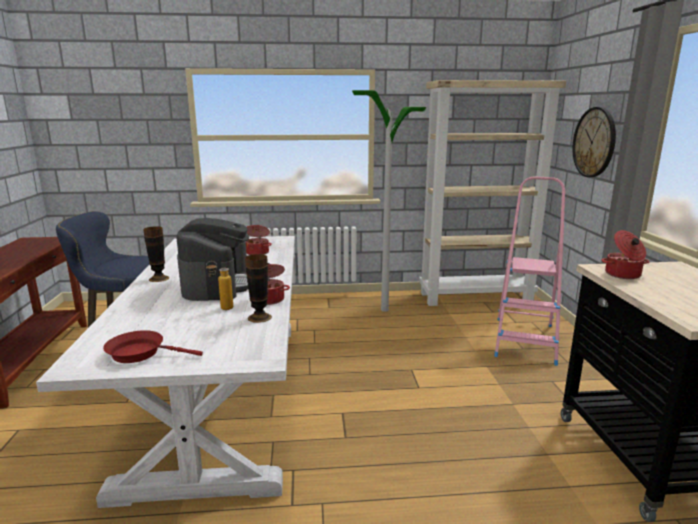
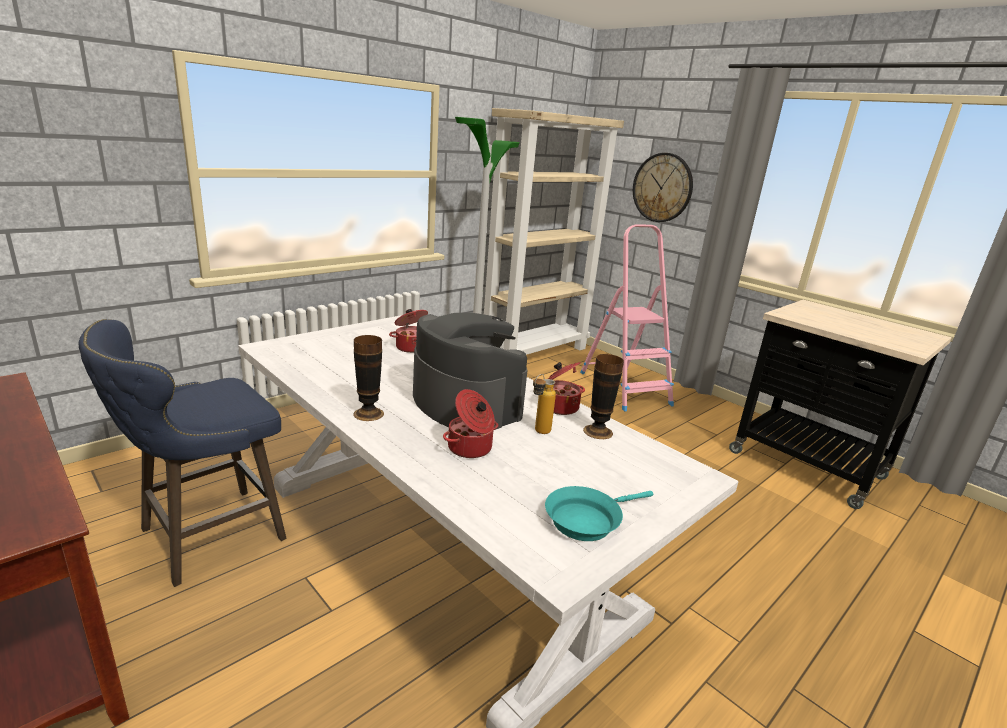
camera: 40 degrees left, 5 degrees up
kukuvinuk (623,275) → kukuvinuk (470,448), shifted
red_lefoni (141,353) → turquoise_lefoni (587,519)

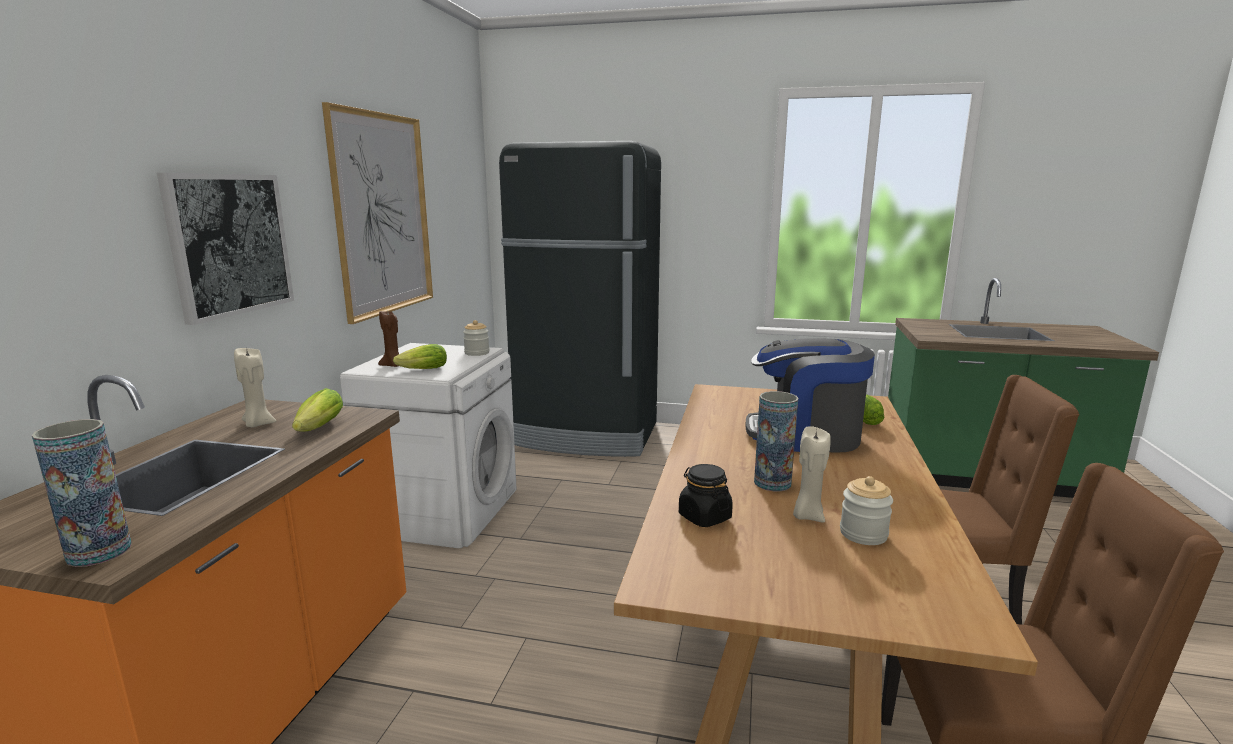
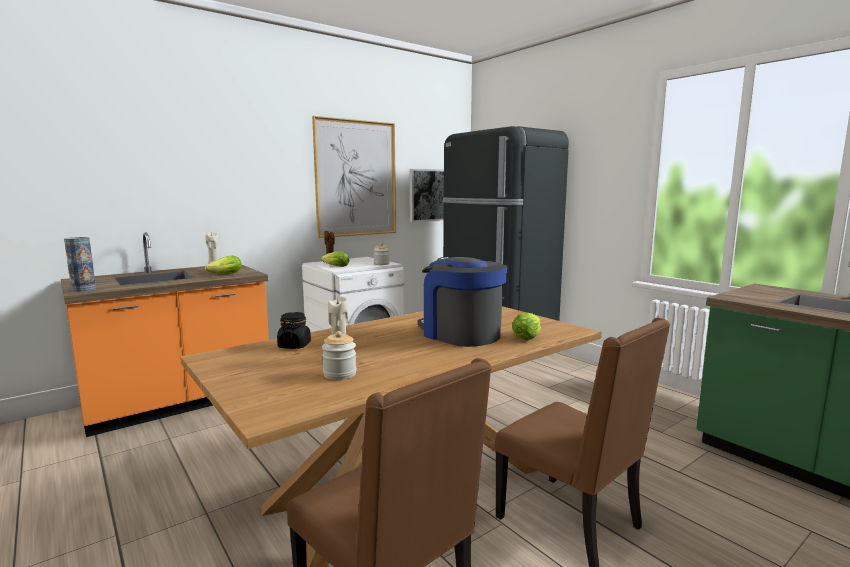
camera: 40 degrees right, 5 degrees down
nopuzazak (229,244) → nopuzazak (430,195), shifted
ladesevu (772,483) → -

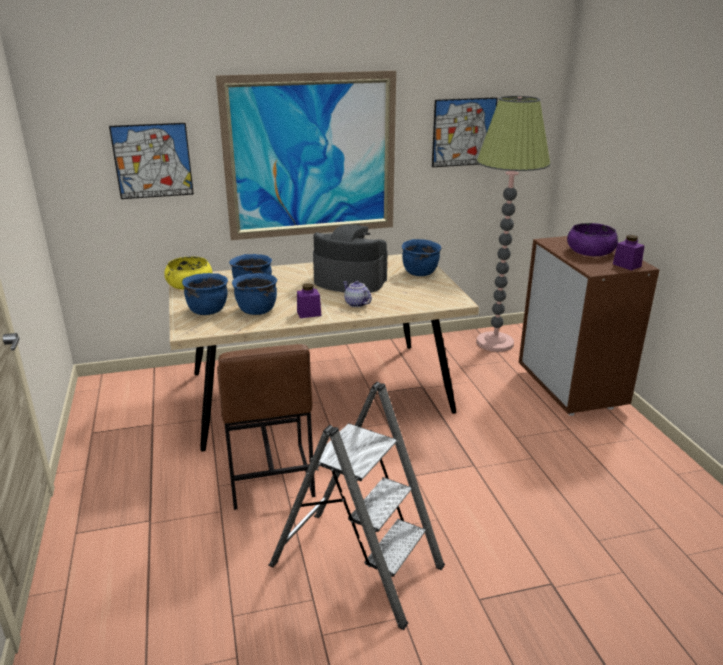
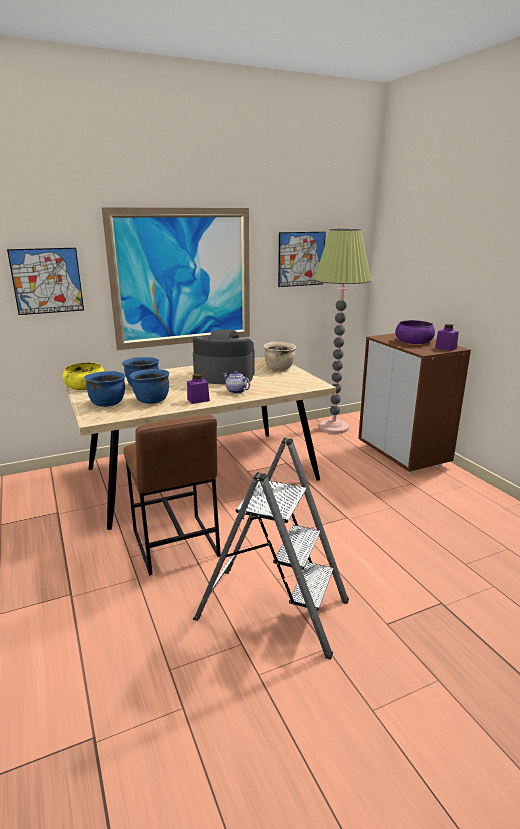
camera: 10 degrees left, 5 degrees down
blue_kukuvinuk (420,273) → beige_kukuvinuk (279,368)

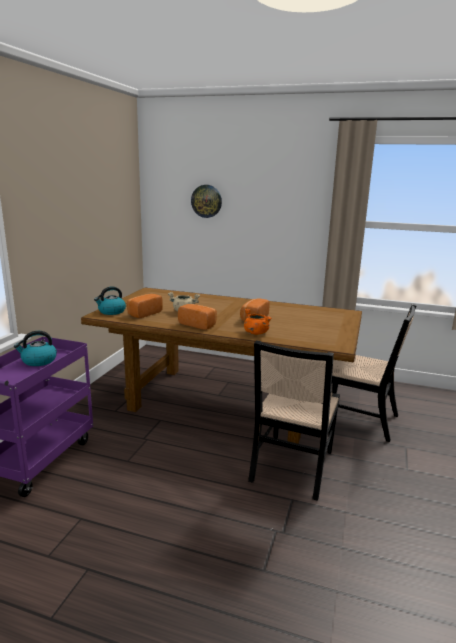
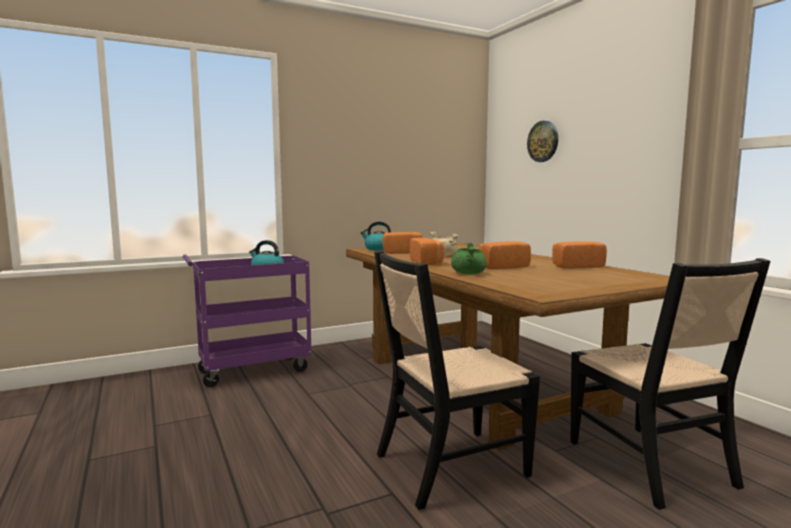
camera: 45 degrees right, 10 degrees down
orange_kukuvinuk (255,333) → green_kukuvinuk (468,273)
- → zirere (576,266)

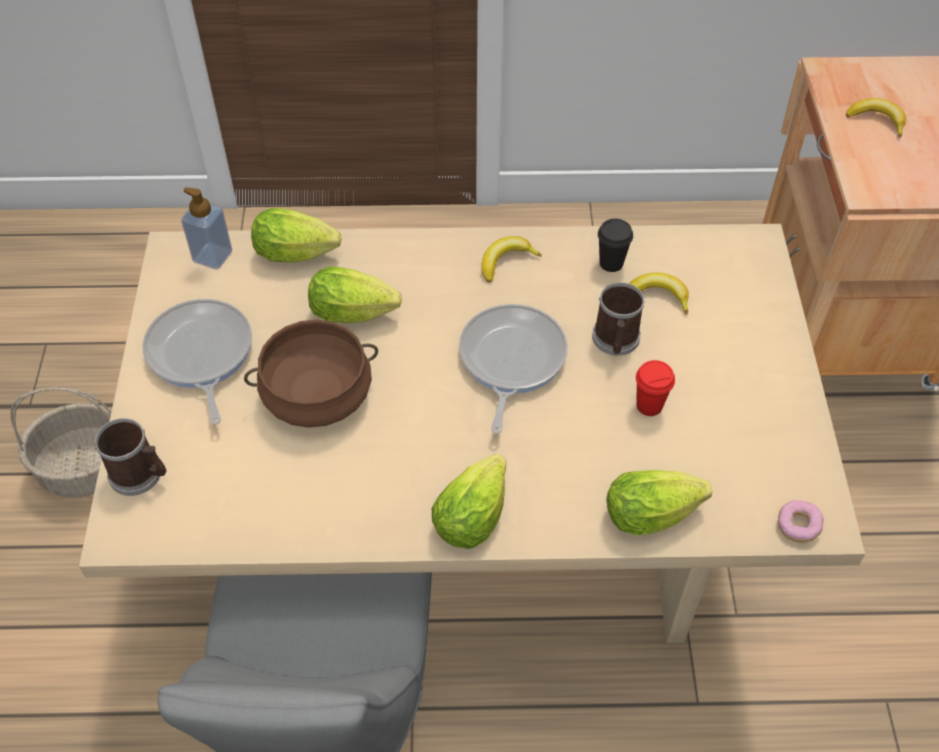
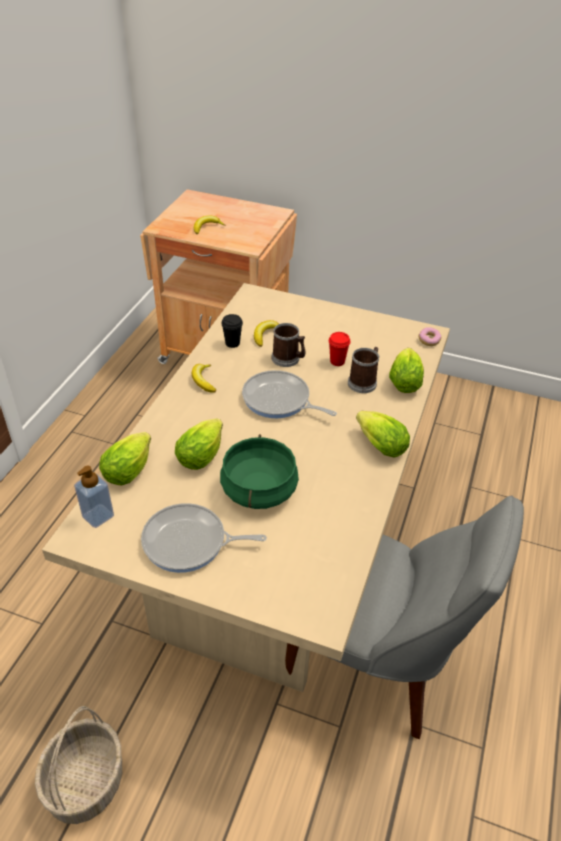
camera: 70 degrees left, 10 degrees down
brown_kukuvinuk (317,394) → green_kukuvinuk (258,489)
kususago (140,475) → kususago (364,382), shifted

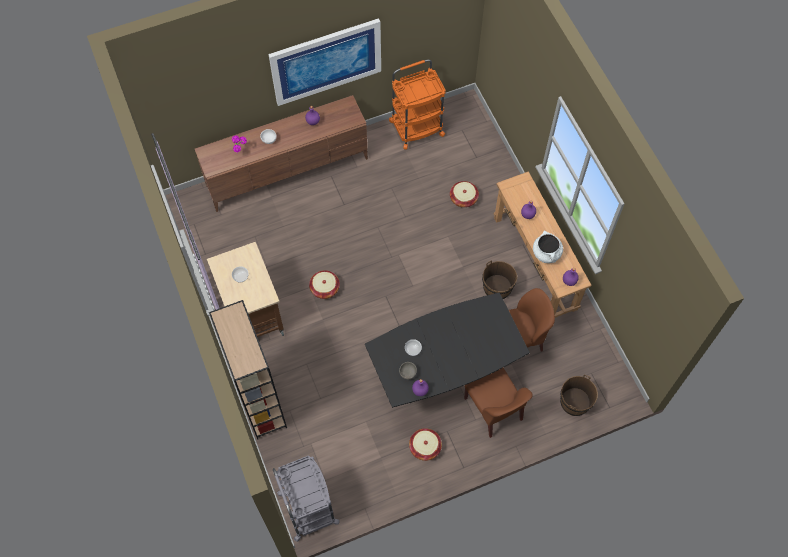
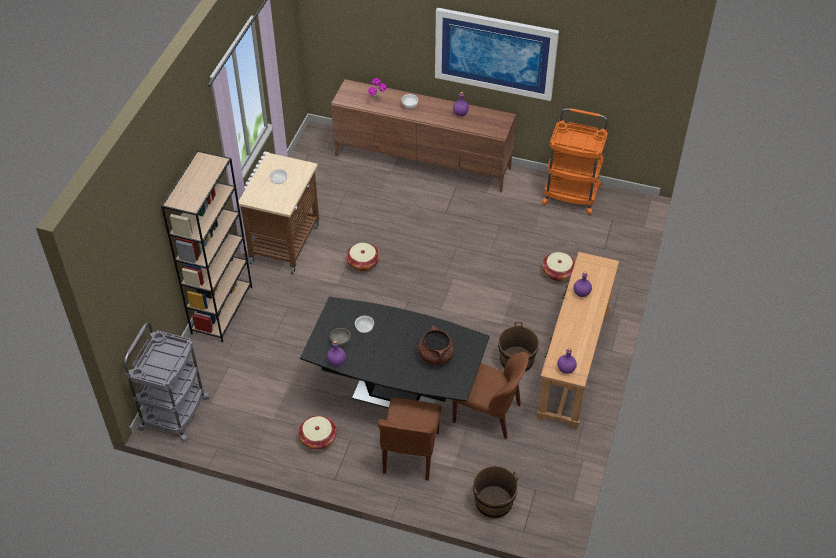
camera: 40 degrees right, 15 degrees down
white_kukuvinuk (546,253) → -
- → brown_kukuvinuk (435,355)

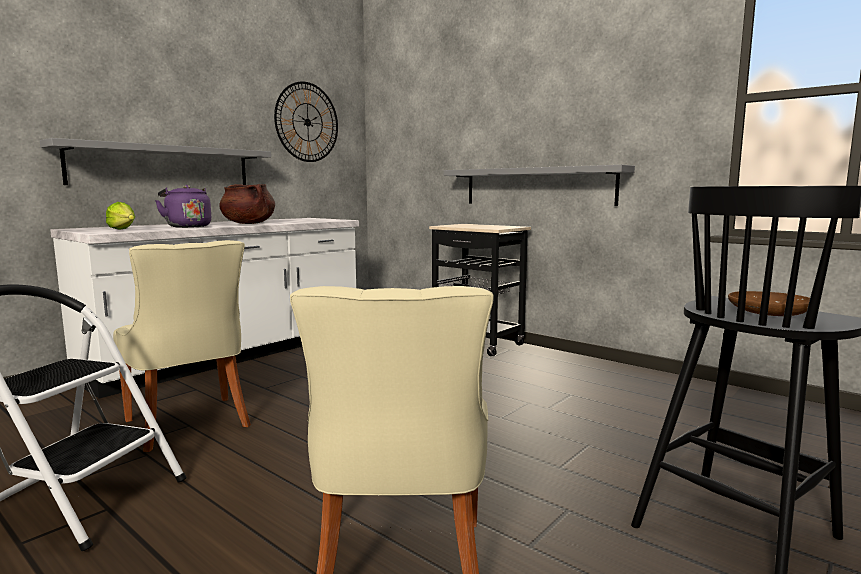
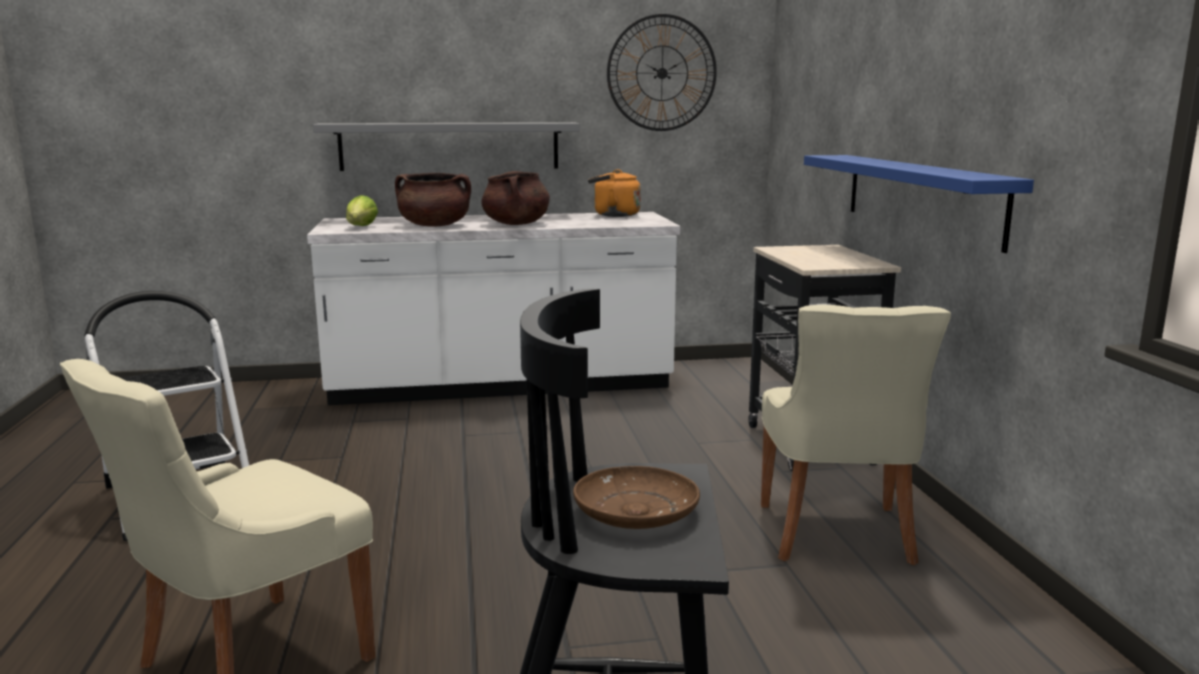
camera: 40 degrees right, 5 degrees up
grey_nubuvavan (537,186) → blue_nubuvavan (920,197)
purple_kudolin (187,226) → brown_kukuvinuk (434,225)
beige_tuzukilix (189,424) → beige_tuzukilix (837,536), shifted
- → orange_kudolin (613,215)

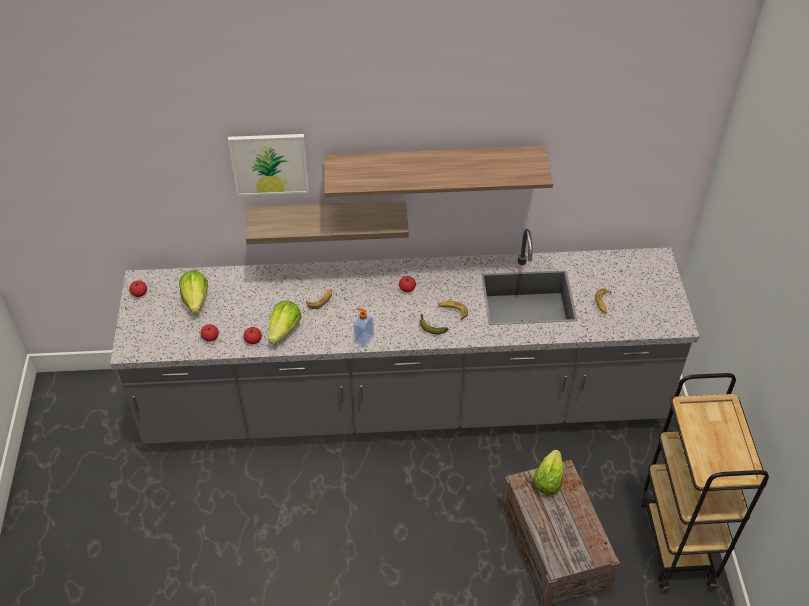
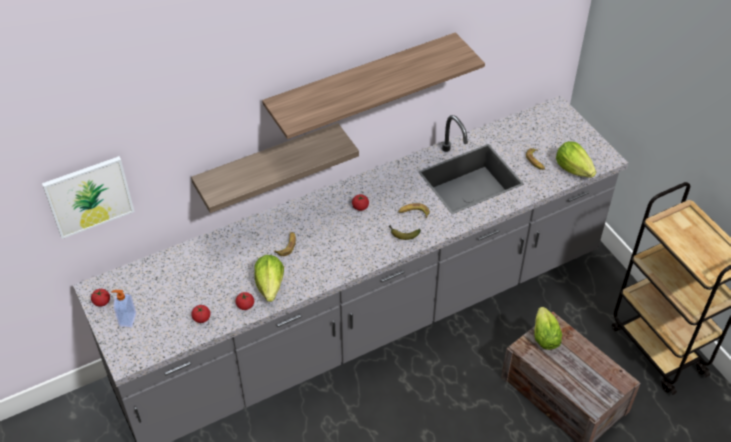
camera: 25 degrees left, 0 degrees up
nopuzazak (269,163) → nopuzazak (89,196), shifted
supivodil (196,300) → supivodil (573,169), shifted
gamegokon (363,339) → gamegokon (127,319), shifted

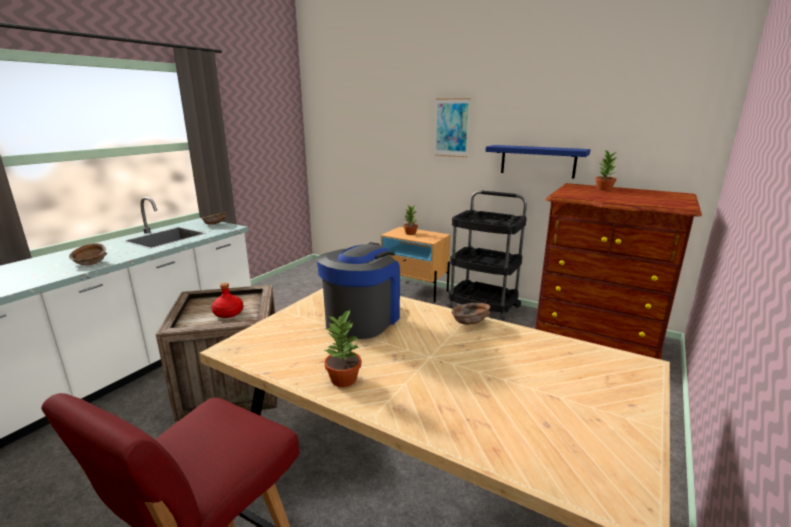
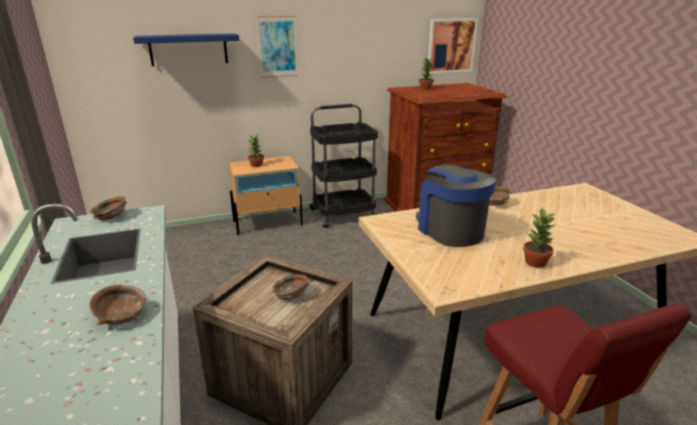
camera: 50 degrees left, 5 degrees up
blue_nubuvavan (537,161) → blue_nubuvavan (188,49), shifted
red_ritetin (228,313) → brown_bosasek (291,295)
- → nopuzazak (451,46)

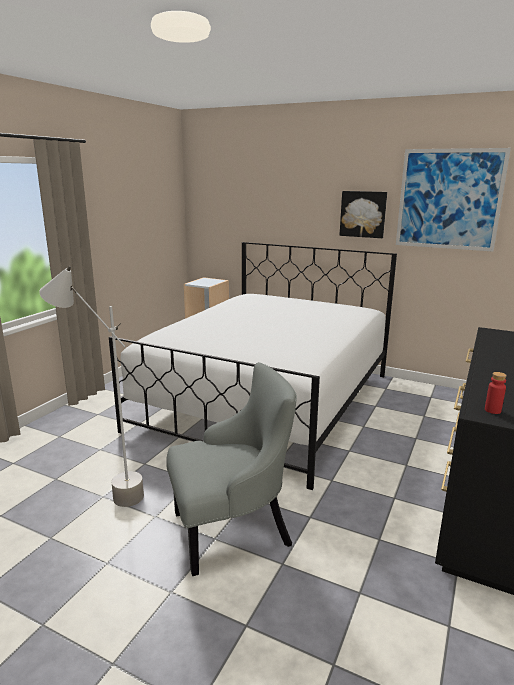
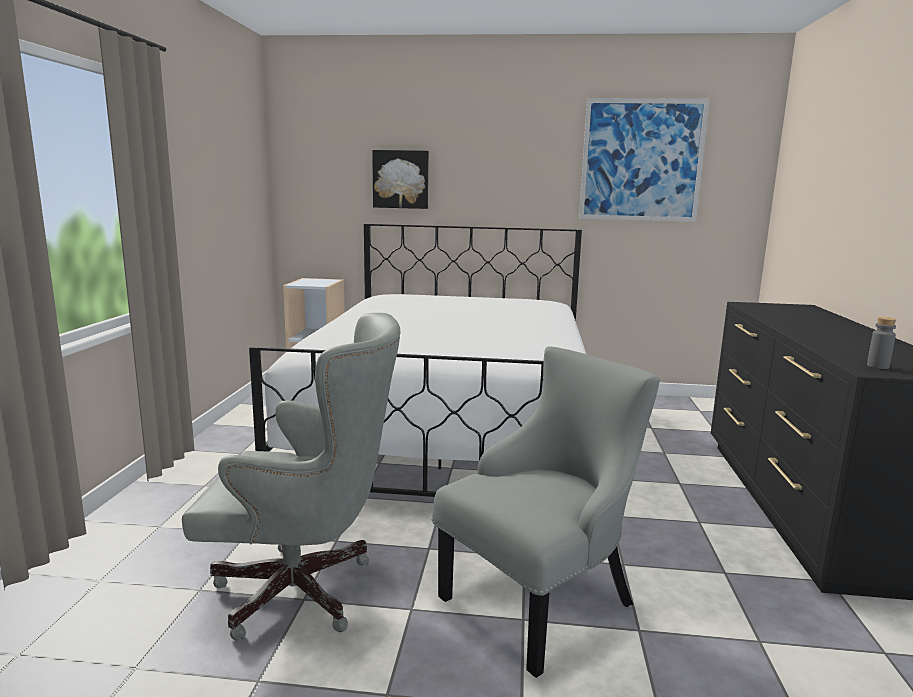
camera: 20 degrees left, 5 degrees down
nopuzazak (363,214) → nopuzazak (401,179), shifted
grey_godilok (106,492) → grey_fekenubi (305,592)
red_ritetin (492,410) → grey_ritetin (877,366)

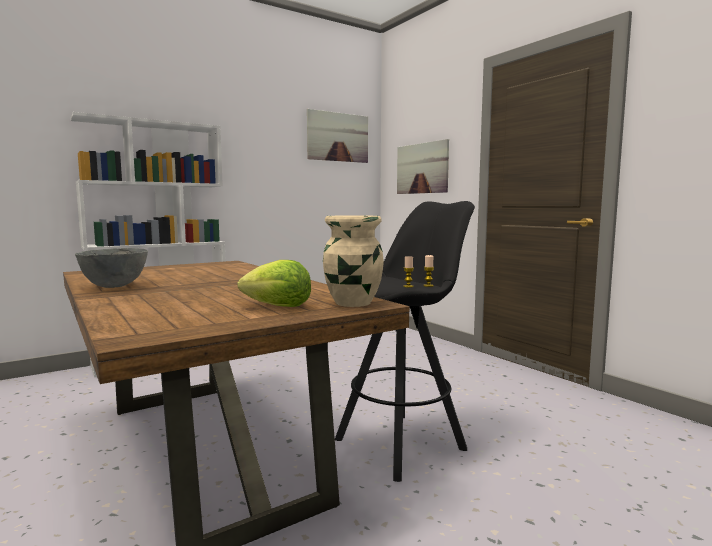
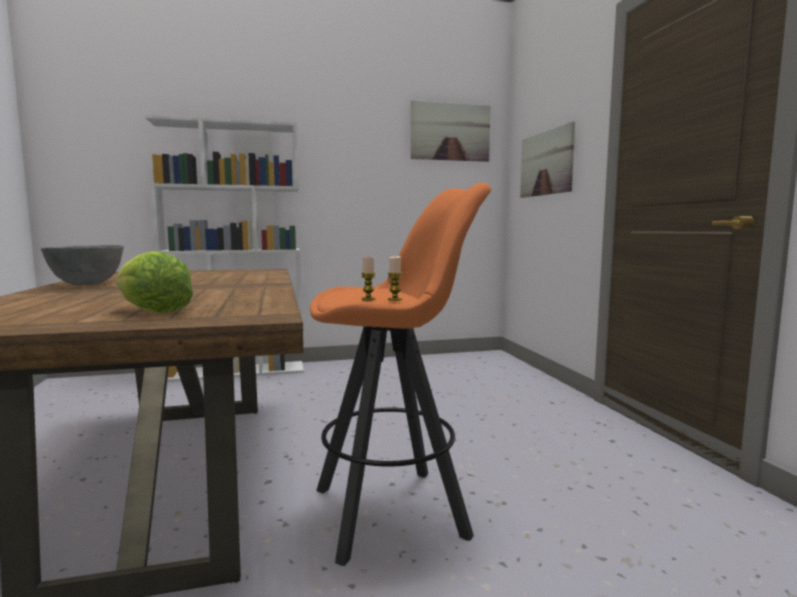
camera: 20 degrees right, 0 degrees up
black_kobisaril (403,443) → orange_kobisaril (394,511)
beige_ladesevu (352,303) → -

